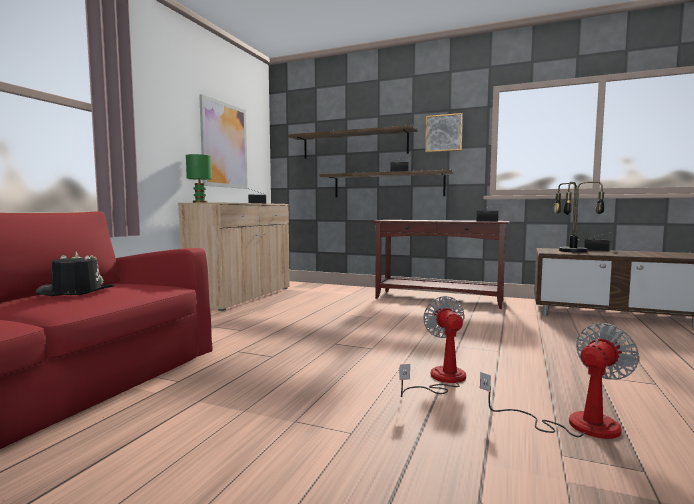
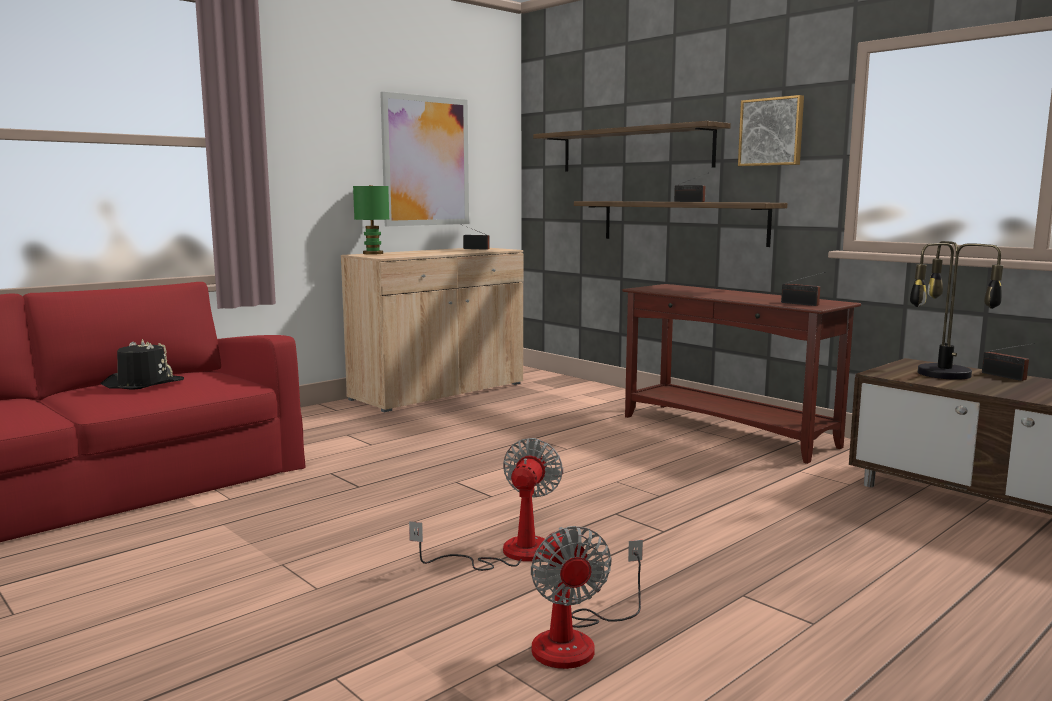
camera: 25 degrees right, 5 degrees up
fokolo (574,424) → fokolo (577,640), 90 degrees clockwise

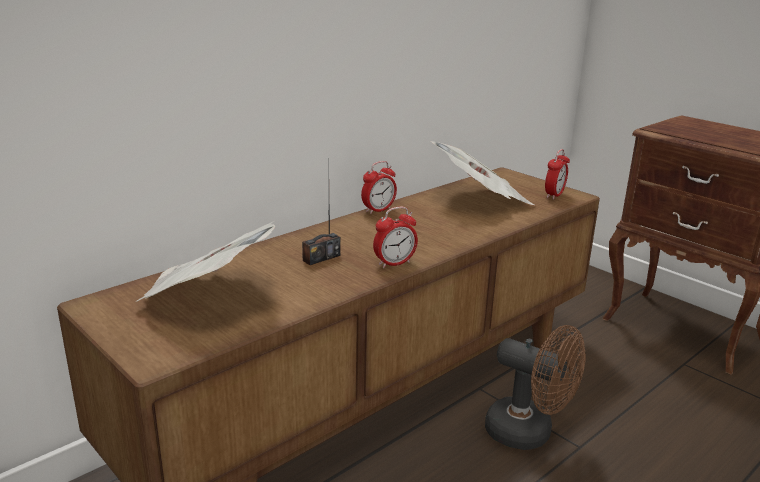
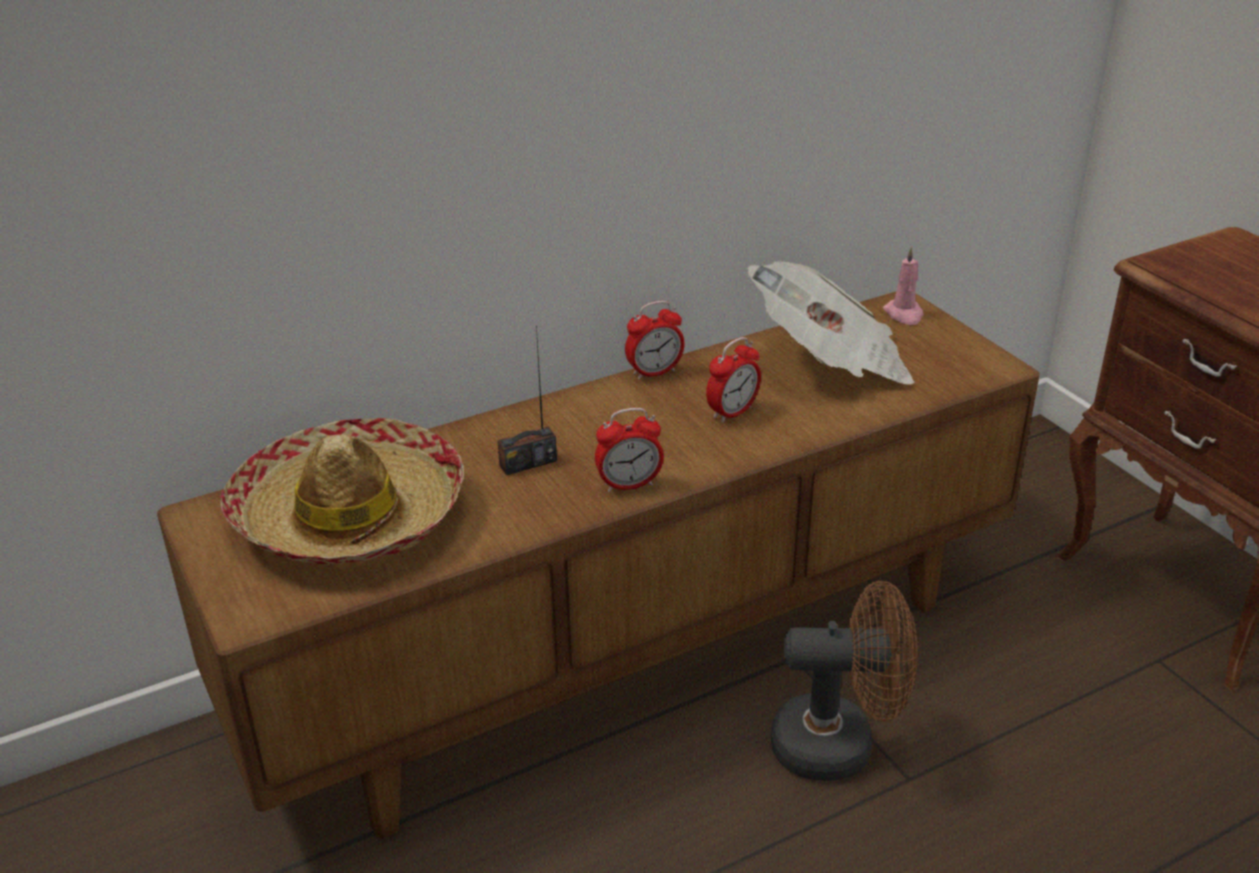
camera: 15 degrees right, 10 degrees up
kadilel (554,195) → kadilel (732,413), shifted
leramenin (208,294) → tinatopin (350,515)
brown_fokolo (529,433) → brown_fokolo (839,745), 45 degrees counterclockwise
- → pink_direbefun (904,314)

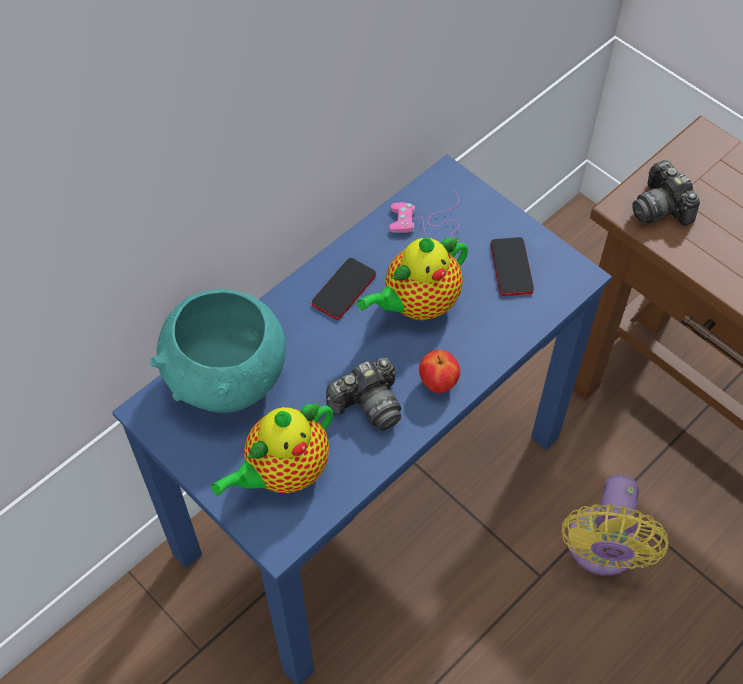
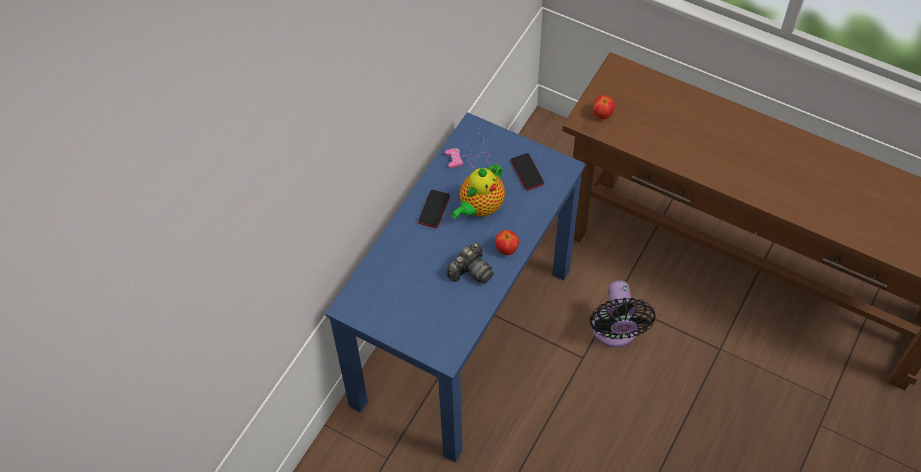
camera: 15 degrees left, 0 degrees up
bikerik (661,207) → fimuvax (602,115)
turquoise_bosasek (228,381) → -
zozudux (283,472) → -
yellow_fokolo (601,549) → black_fokolo (615,332)

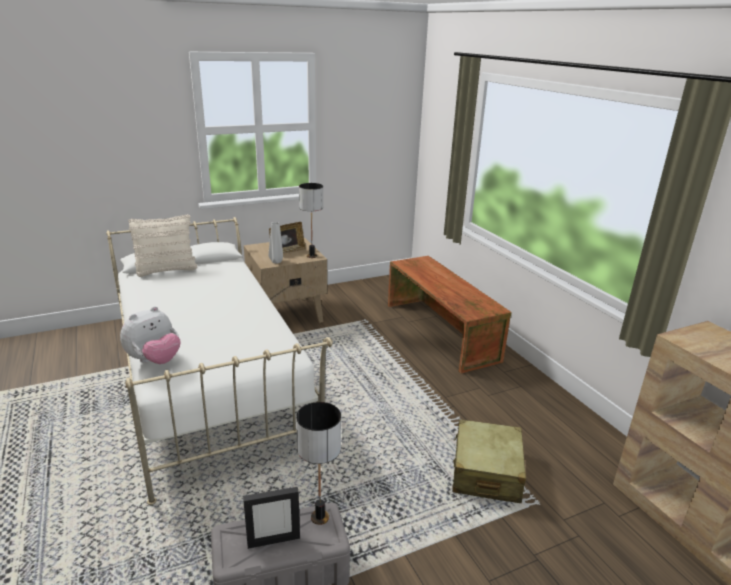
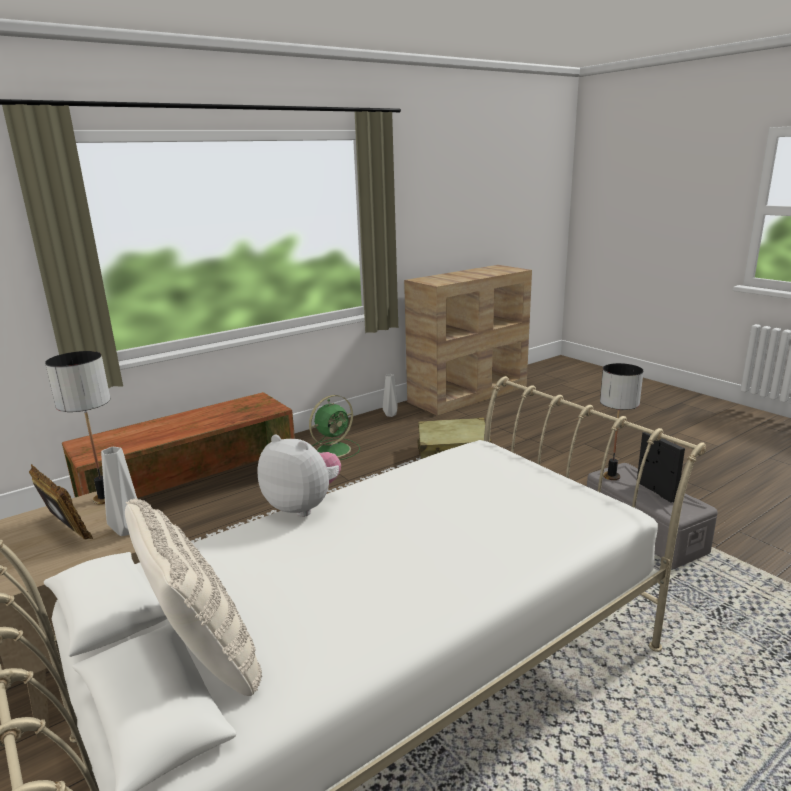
camera: 100 degrees left, 5 degrees down
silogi (155,360) → silogi (303,506), shifted
- → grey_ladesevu (391,415)
- → green_fokolo (335,449)

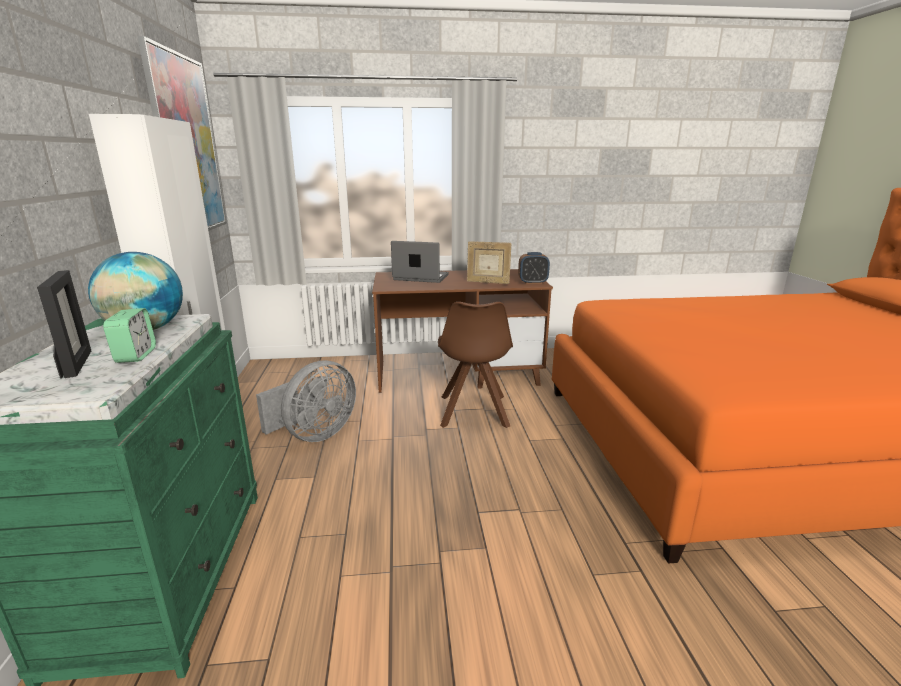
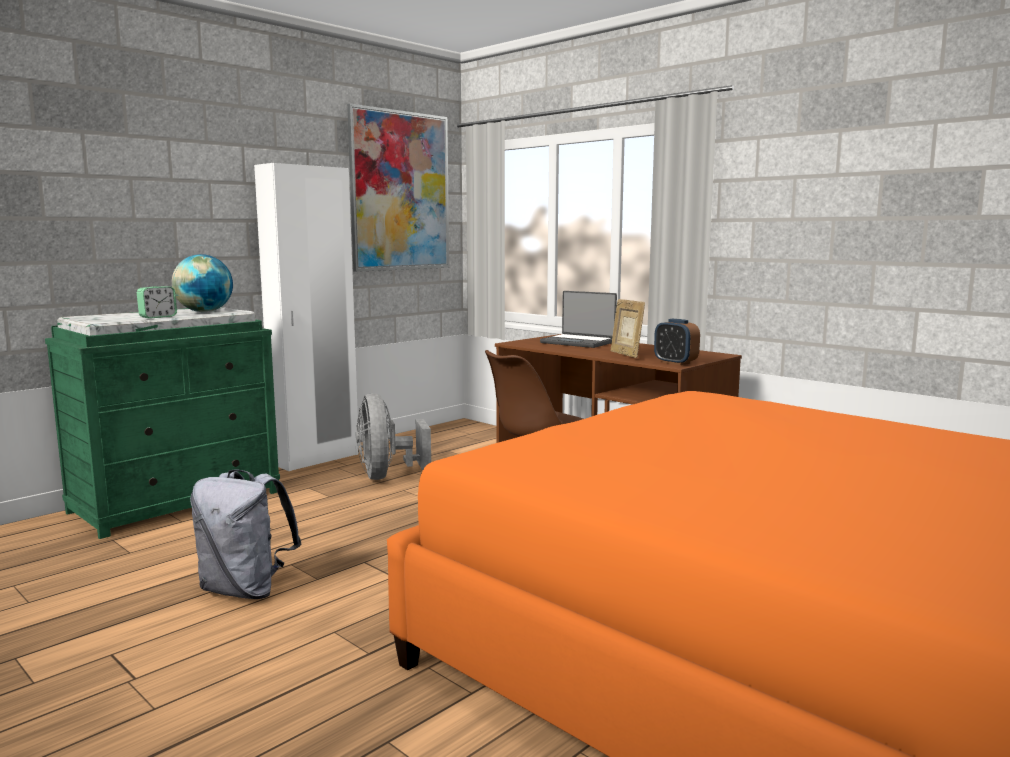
camera: 50 degrees right, 10 degrees down
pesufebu (420,278) → pesufebu (578,342), 150 degrees clockwise
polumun (76,364) → -
grey_fokolo (314,435) → grey_fokolo (386,476), 75 degrees clockwise
- → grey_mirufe (246,590)

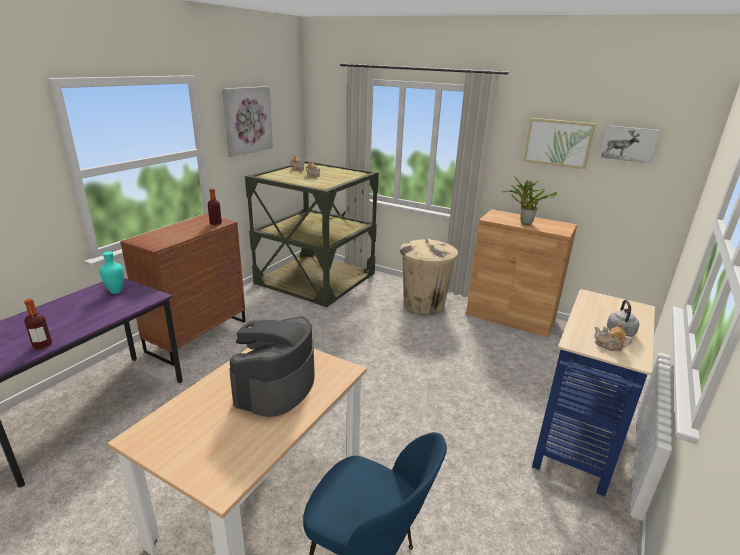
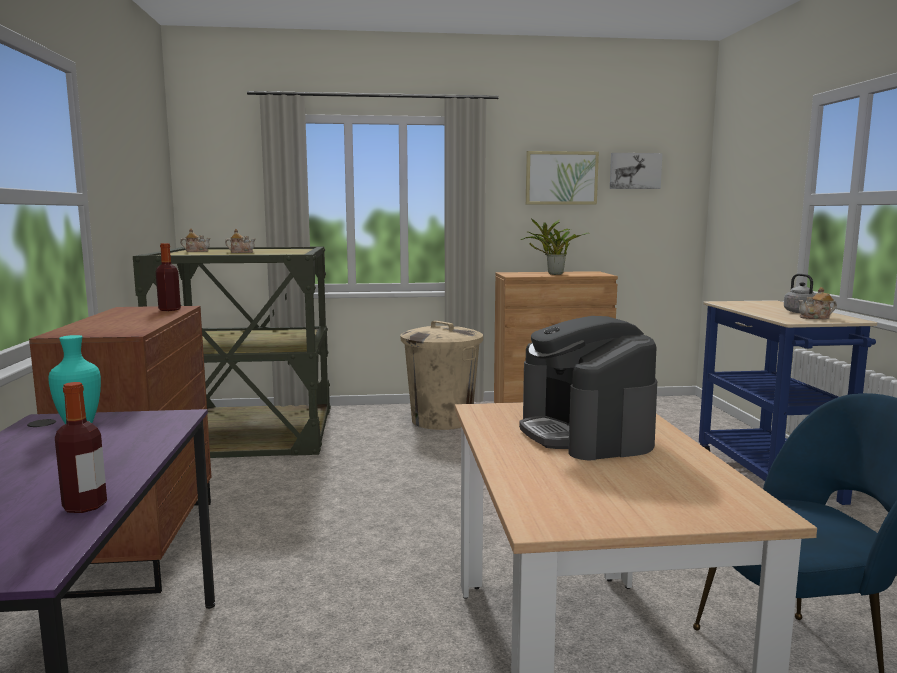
camera: 35 degrees left, 15 degrees down
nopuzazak (247,120) → -

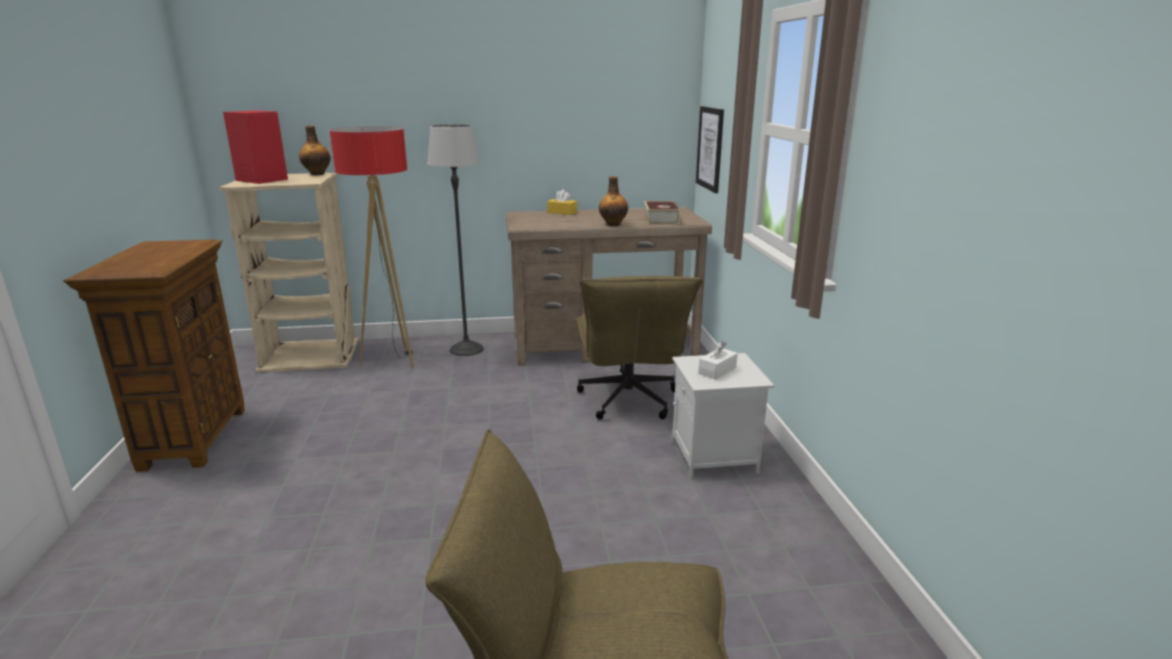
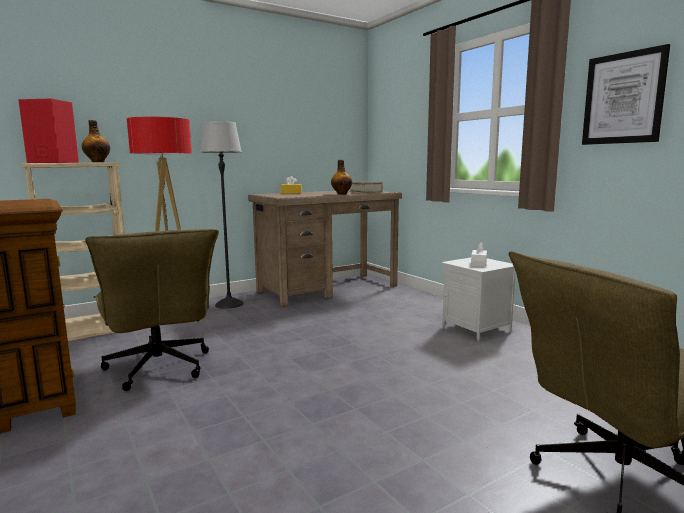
camera: 25 degrees left, 10 degrees down
nopuzazak (710,148) → nopuzazak (623,98), shifted
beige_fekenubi (628,398) → beige_fekenubi (158,366), shifted

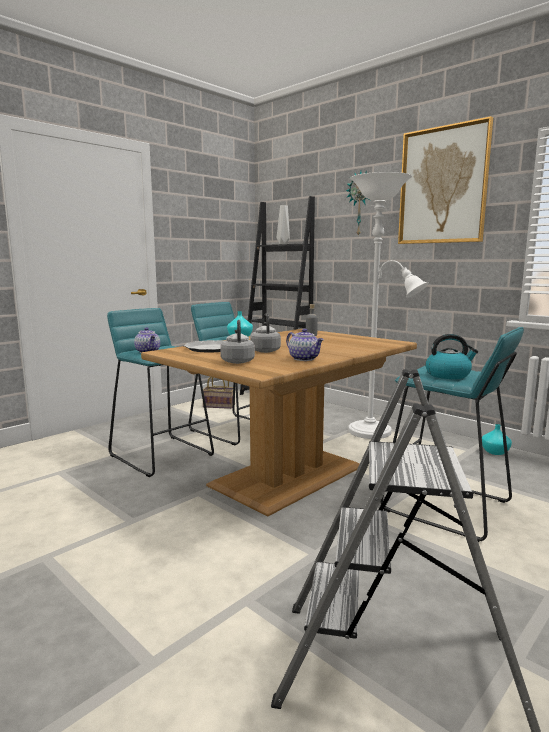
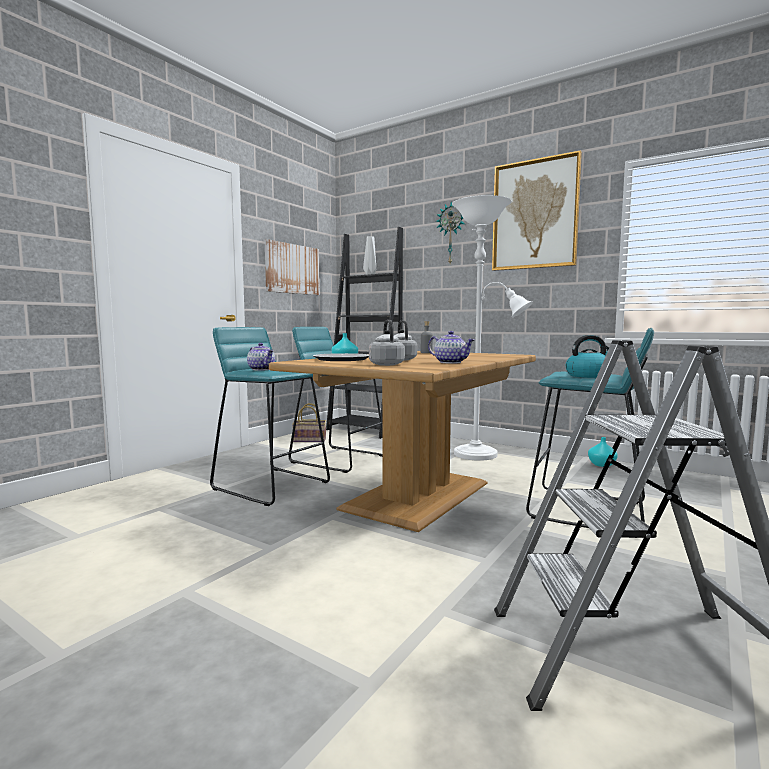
camera: 10 degrees left, 5 degrees down
- → nopuzazak (292,269)

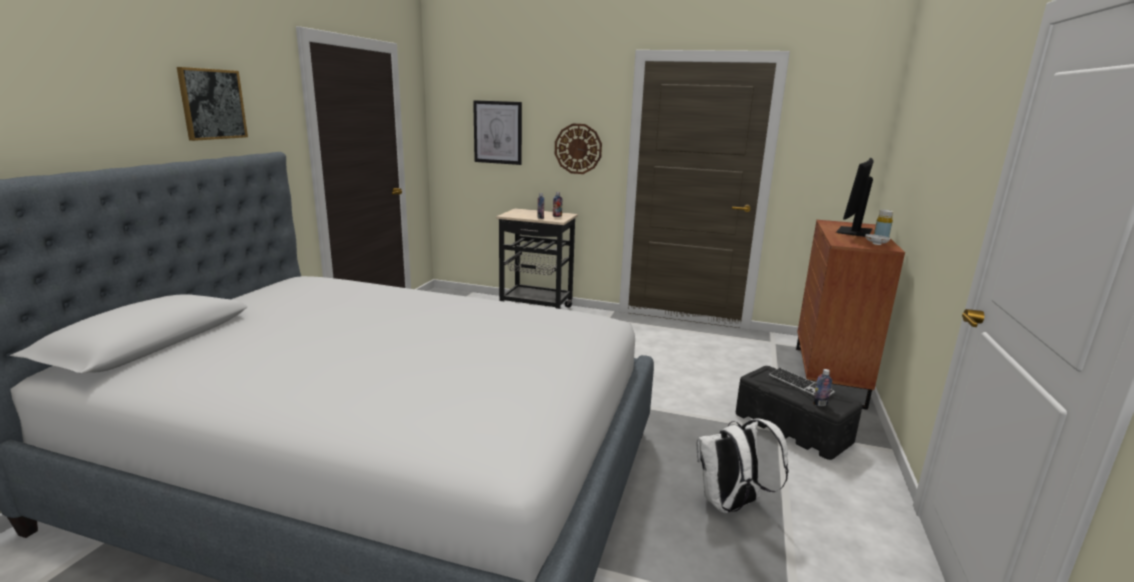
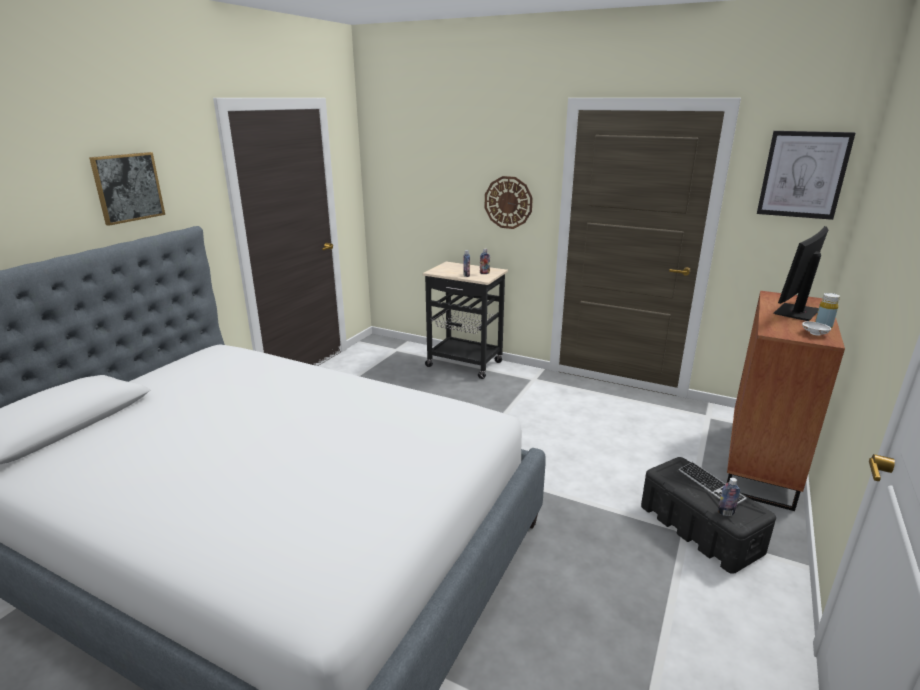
camera: 10 degrees right, 5 degrees up
nopuzazak (498,132) → nopuzazak (803,175), shifted
white_mirufe (731,505) → -

